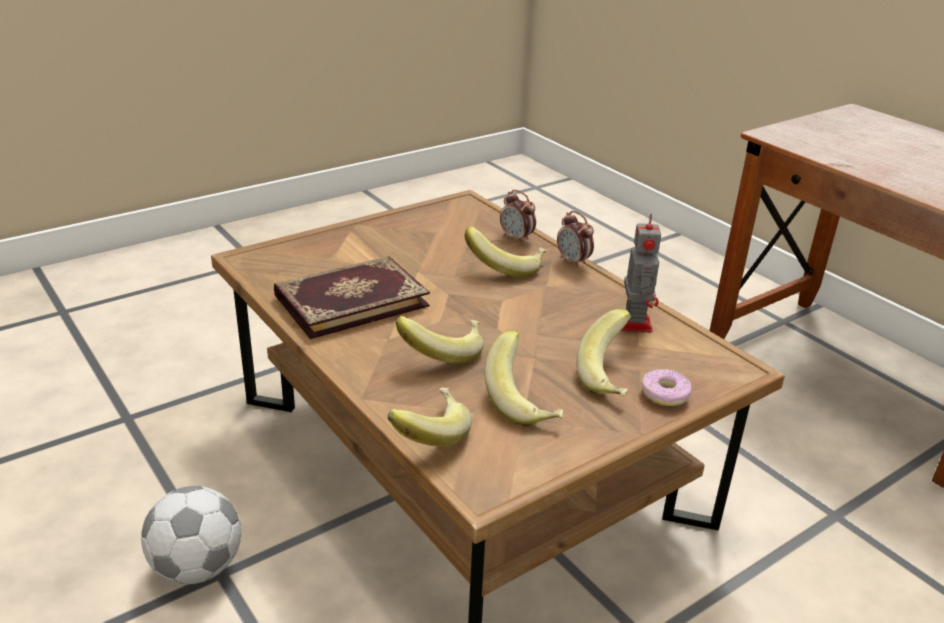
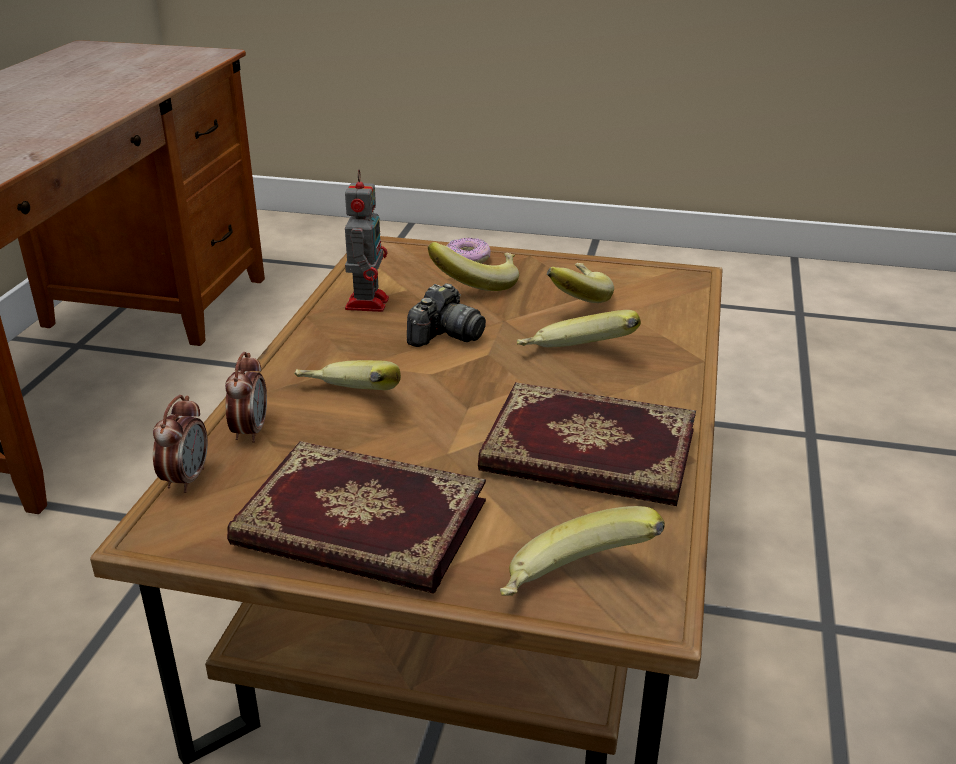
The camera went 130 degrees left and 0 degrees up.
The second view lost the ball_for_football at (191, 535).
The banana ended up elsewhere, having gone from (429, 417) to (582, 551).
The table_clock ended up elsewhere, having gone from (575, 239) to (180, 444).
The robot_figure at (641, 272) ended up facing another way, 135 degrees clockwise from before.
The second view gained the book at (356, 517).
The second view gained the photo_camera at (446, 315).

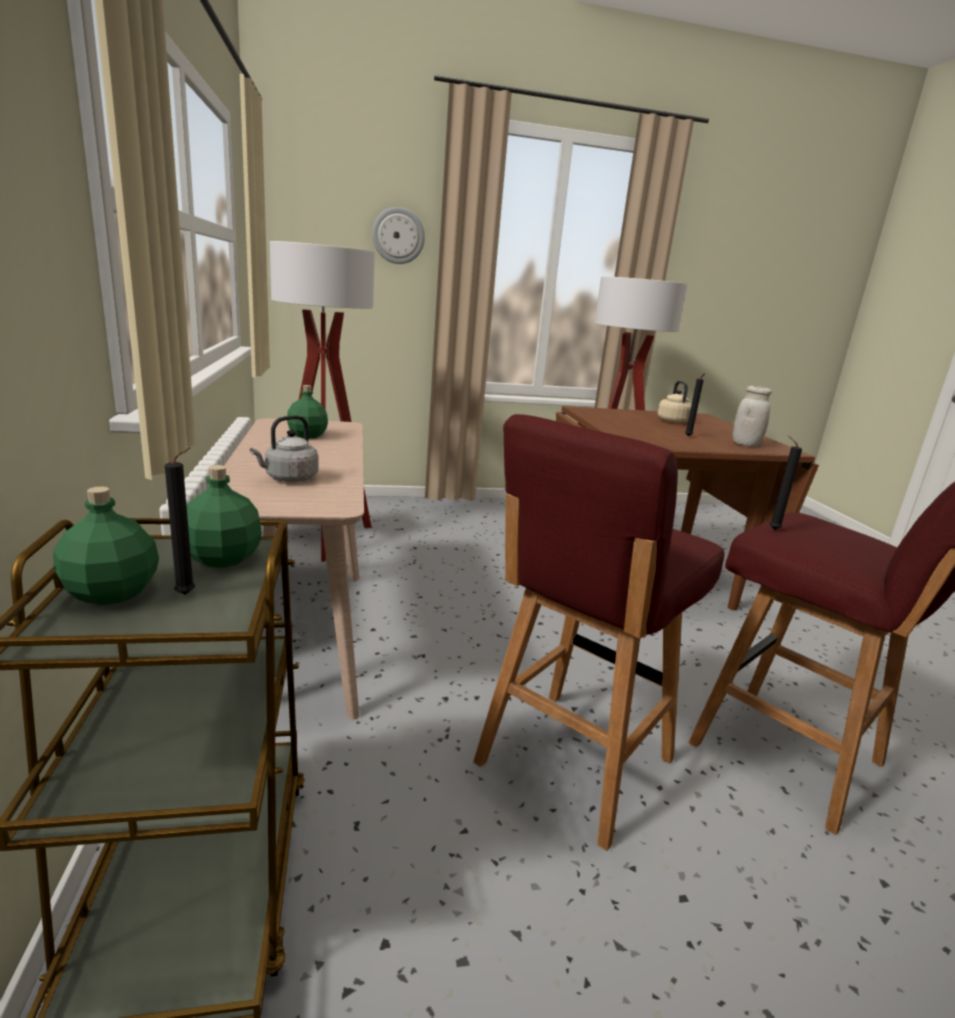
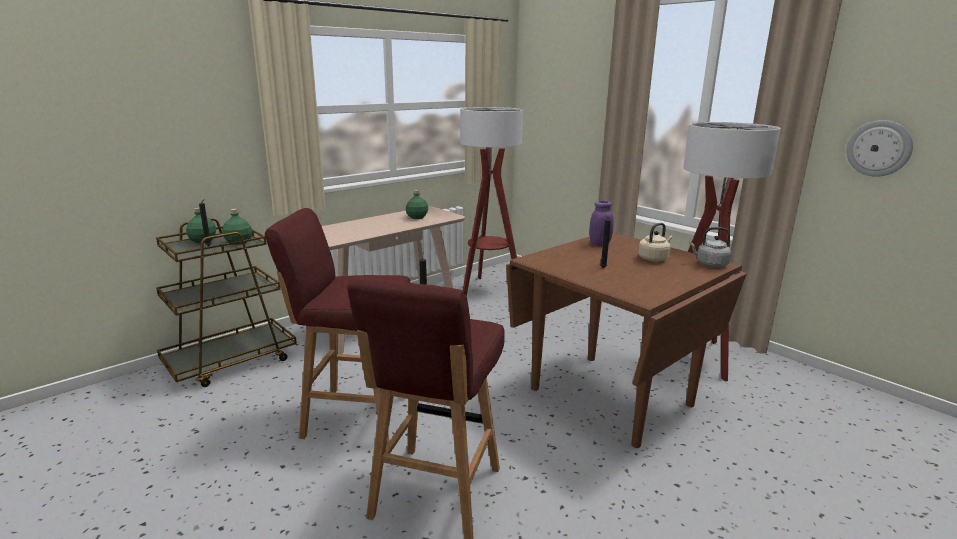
The camera went 60 degrees right and 0 degrees up.
The grey_water_kettle ended up elsewhere, having gone from (284, 448) to (710, 247).
The wall_clock ended up elsewhere, having gone from (398, 235) to (880, 148).
The second view lost the whitish_jar at (752, 416).
The second view gained the purplish_jar at (601, 223).

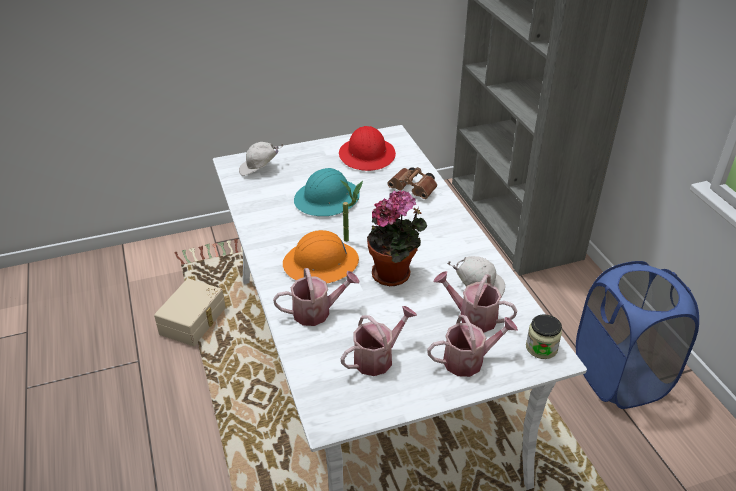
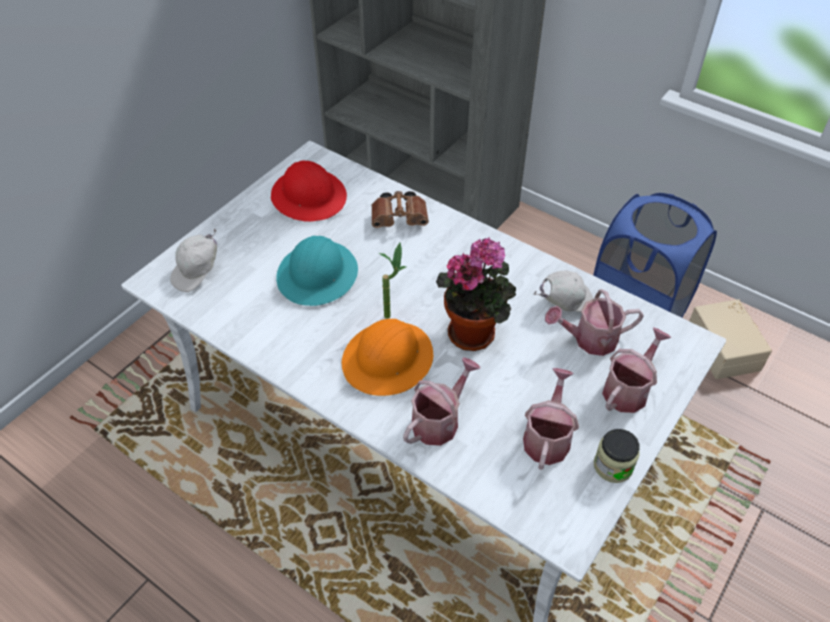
The camera went 35 degrees left and 10 degrees up.
The beige_storage_box ended up elsewhere, having gone from (190, 312) to (730, 339).
The jar ended up elsewhere, having gone from (544, 336) to (617, 456).

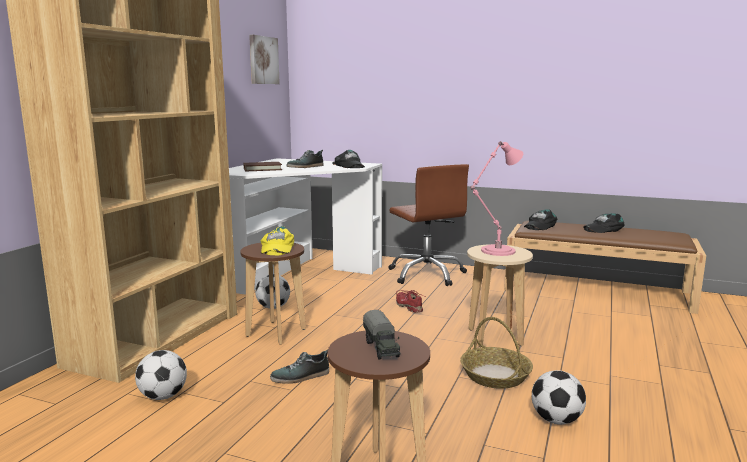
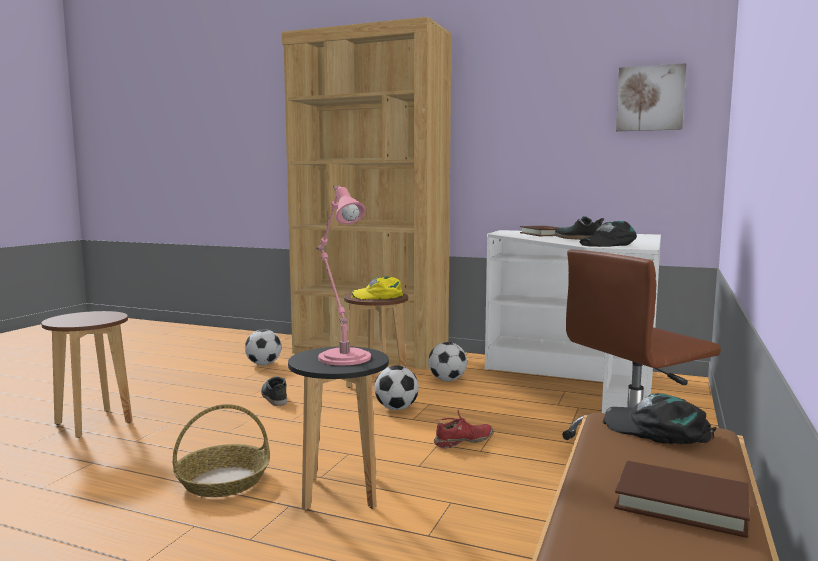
The camera went 90 degrees right and 5 degrees down.
The second view lost the toy_lorry at (382, 334).
What was the beige_stool at (500, 295) turned into the black_stool at (338, 428).
The ball_for_football ended up elsewhere, having gone from (559, 397) to (397, 387).
Where the black_peaked_cap stood at (604, 223), the brown_book came to stand at (682, 499).

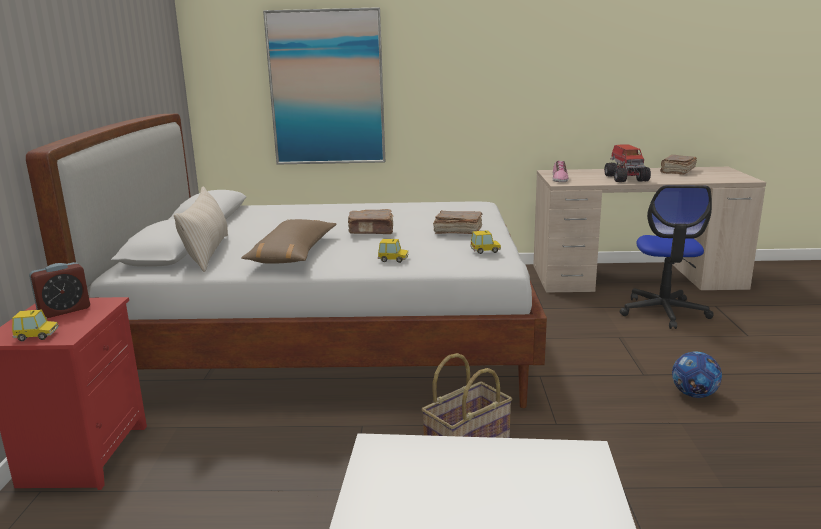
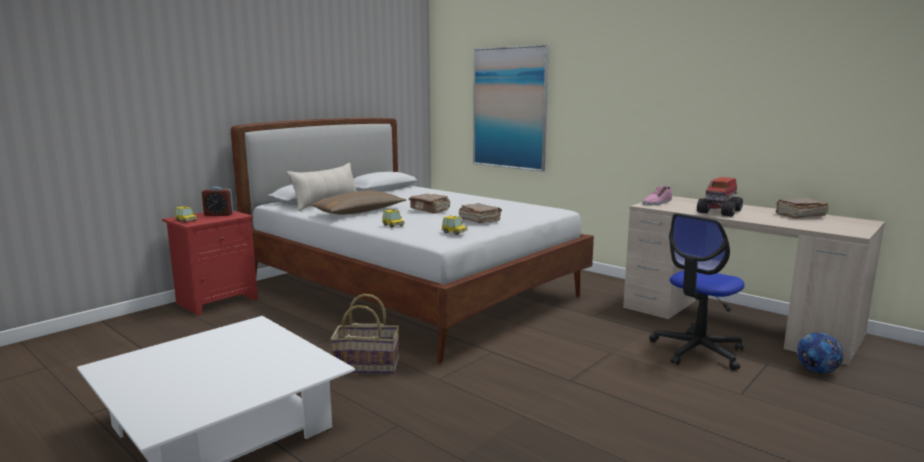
The camera went 40 degrees right and 5 degrees down.
The ball_for_football ended up elsewhere, having gone from (697, 374) to (820, 353).

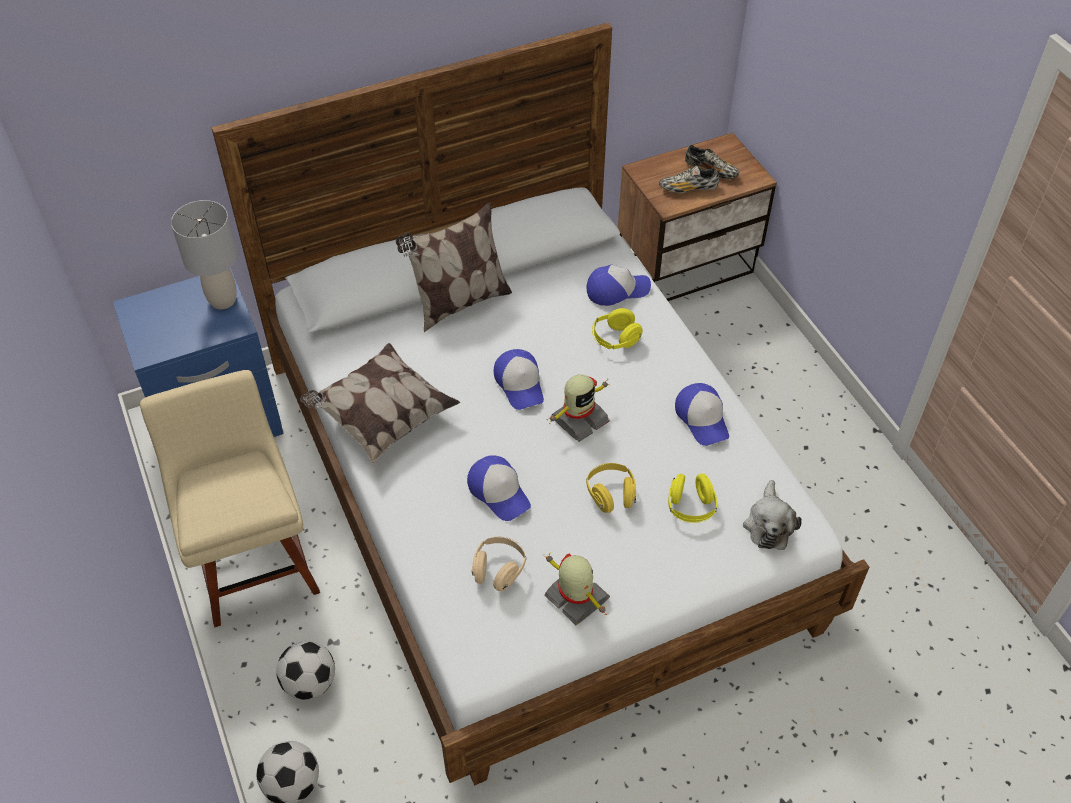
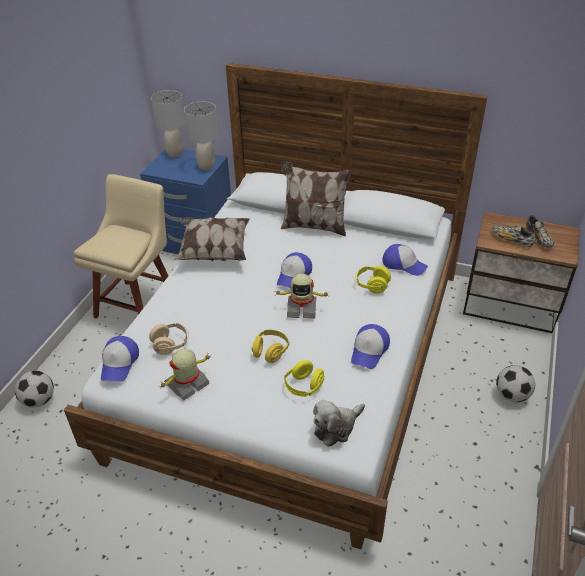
The camera went 45 degrees right and 10 degrees down.
The ball_for_football ended up elsewhere, having gone from (305, 670) to (515, 383).
The peaked_cap ended up elsewhere, having gone from (499, 488) to (120, 359).
The robot_figure at (577, 588) ended up facing another way, 135 degrees counterclockwise from before.
The second view gained the grey_lamp_for_a_table at (168, 124).

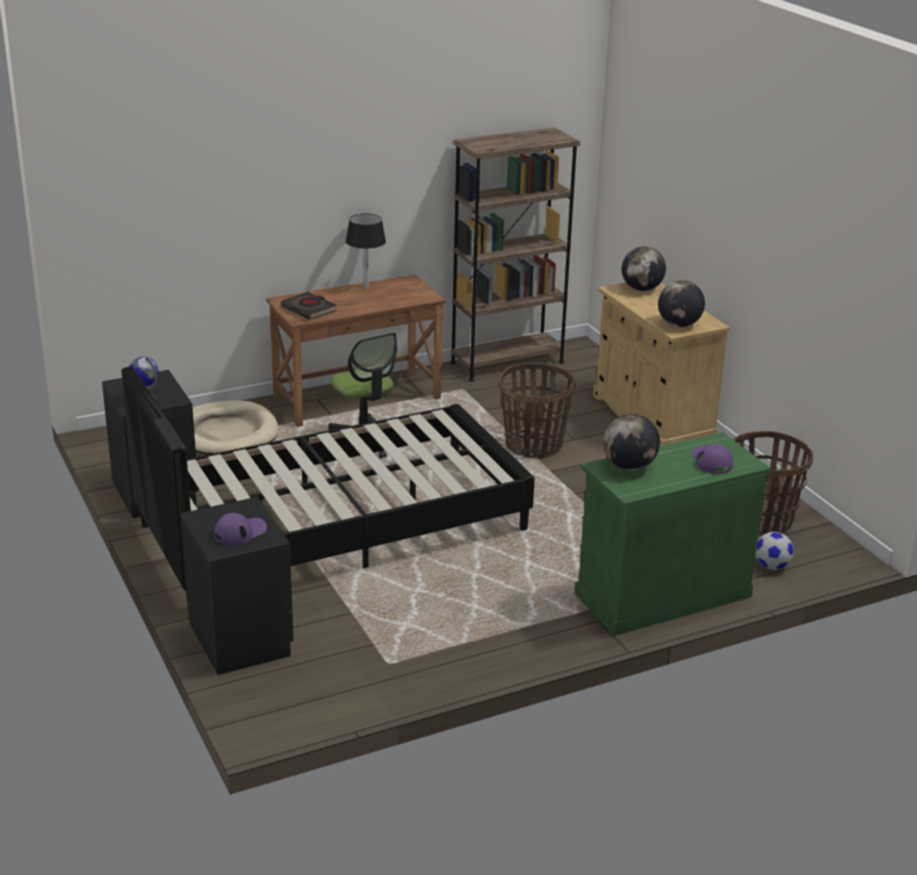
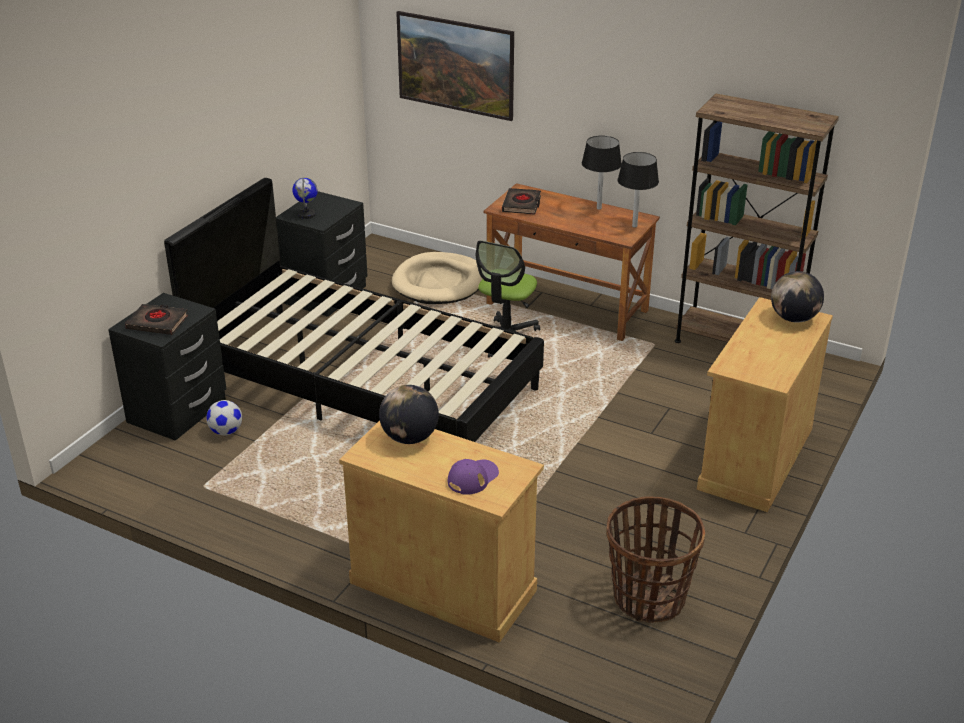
The camera went 55 degrees right and 5 degrees up.
Where the purplish_peaked_cap stood at (240, 529), the black_book came to stand at (156, 319).
The second view lost the household_basket at (537, 410).
What was the greenish_storage_cabinet at (673, 534) turned into the beige_storage_cabinet at (441, 531).
The second view lost the desk_globe at (681, 303).
The ball_for_football ended up elsewhere, having gone from (775, 551) to (224, 417).
The second view gained the wall_art at (455, 66).
The second view gained the black_lamp_for_a_table at (638, 190).

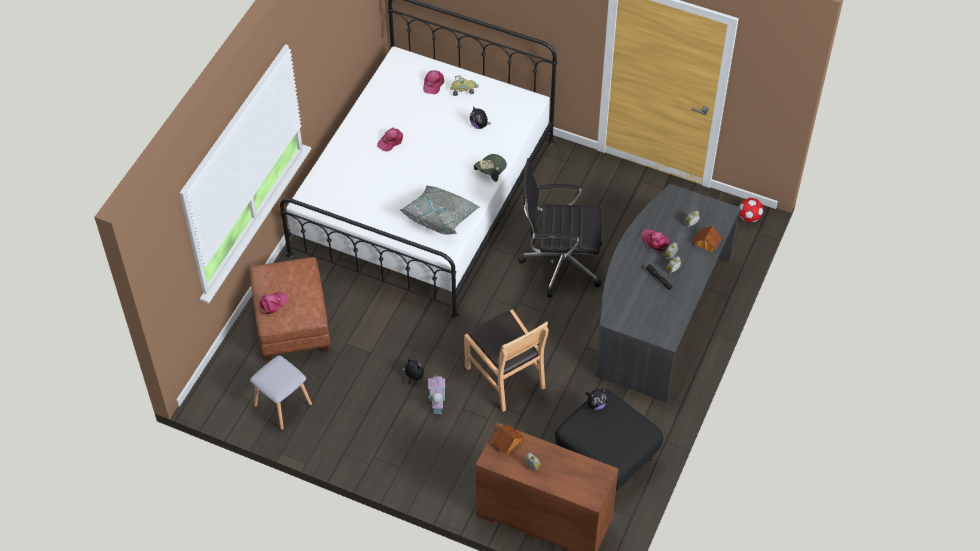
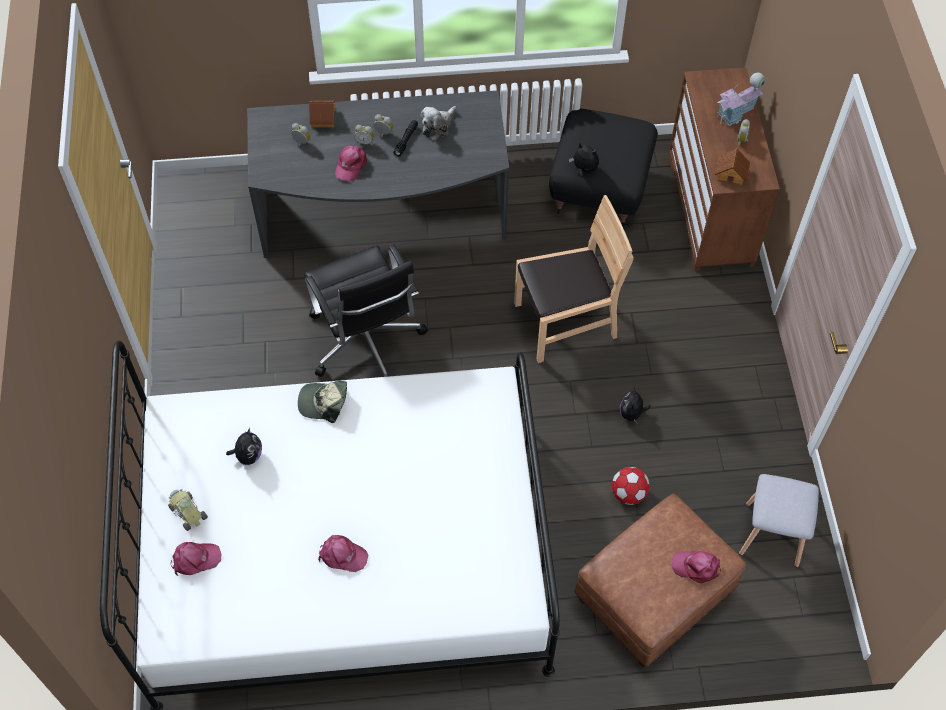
The camera went 120 degrees left and 5 degrees up.
The second view lost the grey_cushion at (439, 210).
The model_house ended up elsewhere, having gone from (436, 394) to (741, 99).
The brown_plain_chair at (506, 360) ended up facing another way, 45 degrees clockwise from before.
The ball_for_football ended up elsewhere, having gone from (751, 210) to (631, 486).
The second view gained the soft_toy at (438, 123).

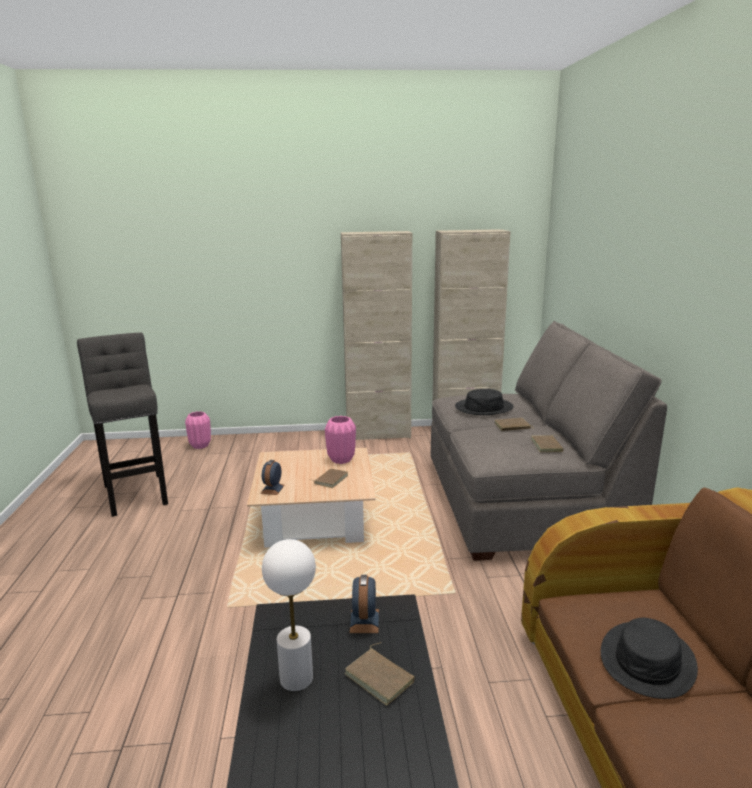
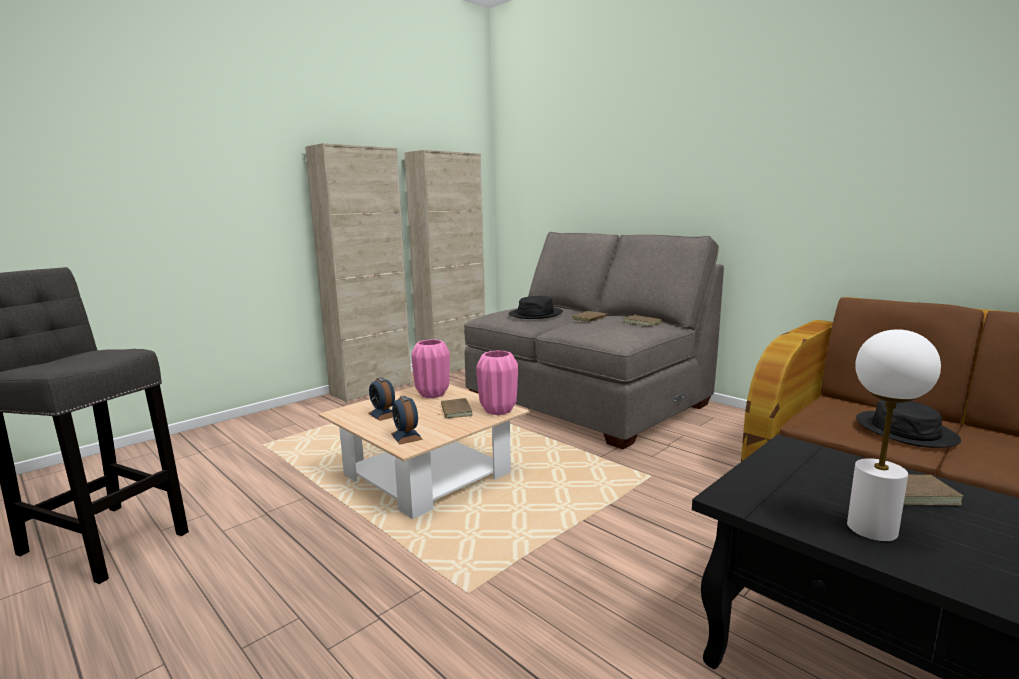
The camera went 40 degrees left and 5 degrees down.
The pinkish_vase ended up elsewhere, having gone from (198, 430) to (497, 382).
The table_clock ended up elsewhere, having gone from (364, 604) to (381, 399).

